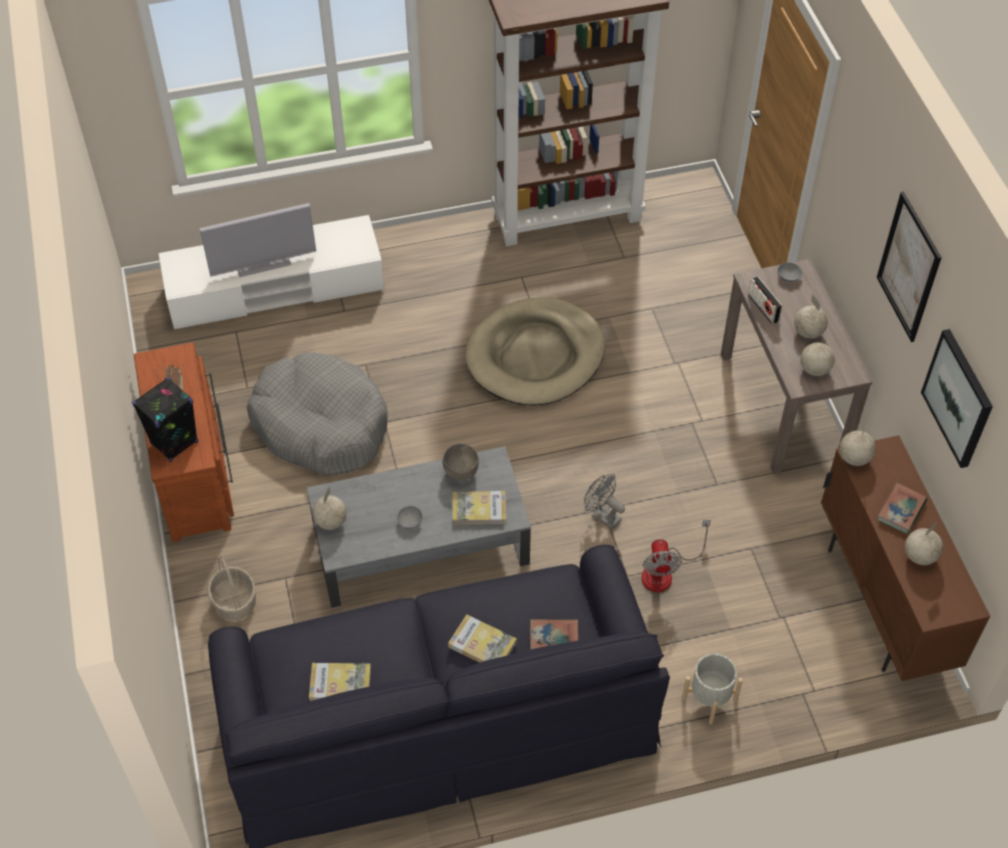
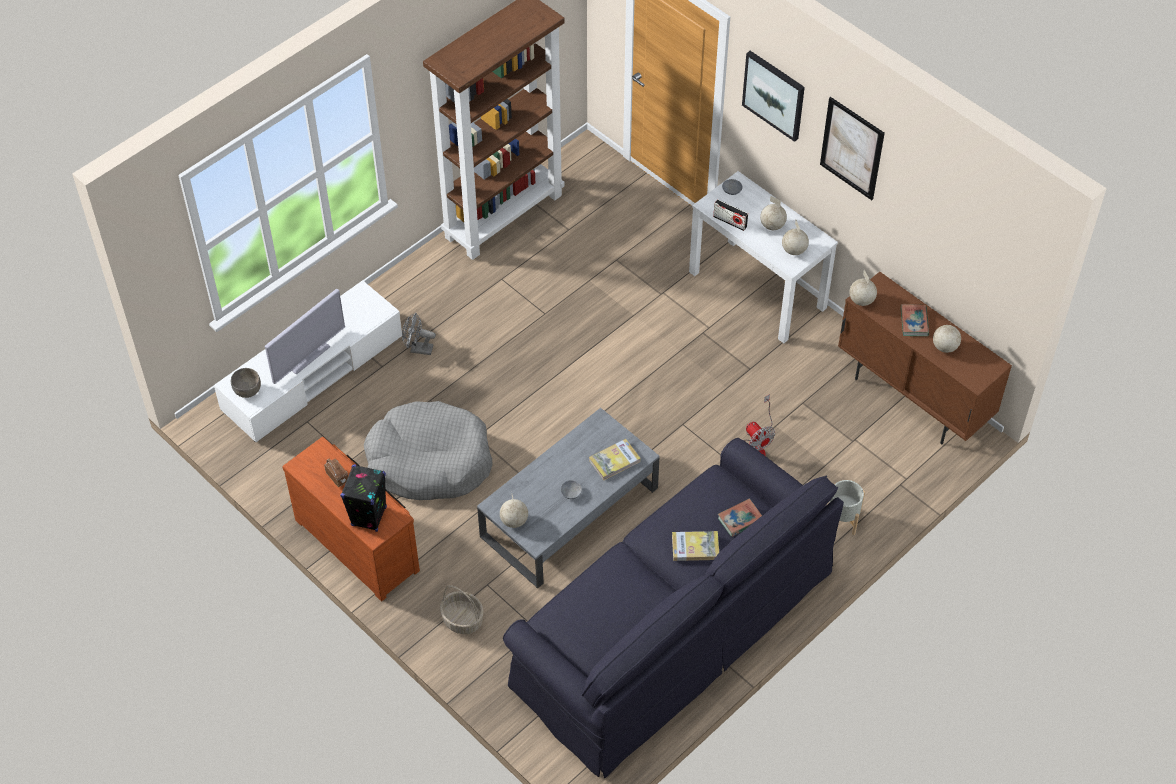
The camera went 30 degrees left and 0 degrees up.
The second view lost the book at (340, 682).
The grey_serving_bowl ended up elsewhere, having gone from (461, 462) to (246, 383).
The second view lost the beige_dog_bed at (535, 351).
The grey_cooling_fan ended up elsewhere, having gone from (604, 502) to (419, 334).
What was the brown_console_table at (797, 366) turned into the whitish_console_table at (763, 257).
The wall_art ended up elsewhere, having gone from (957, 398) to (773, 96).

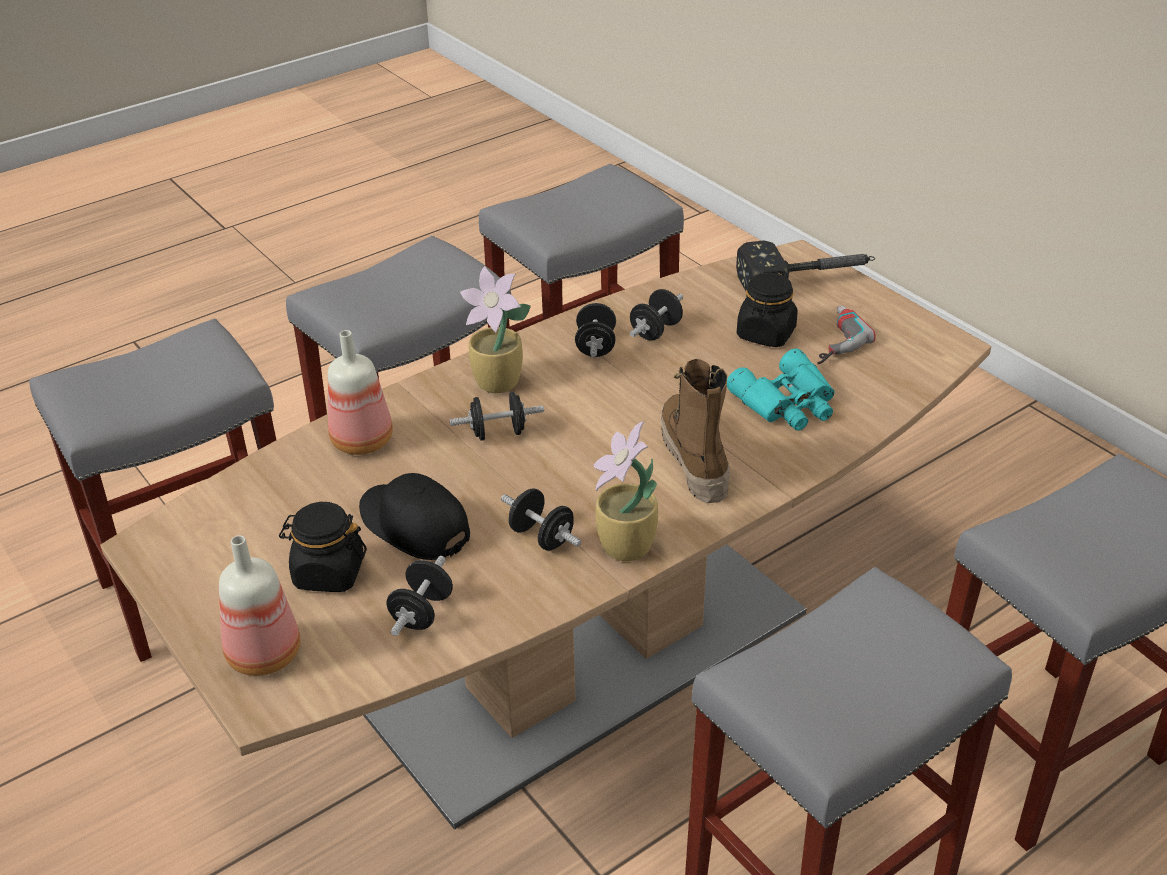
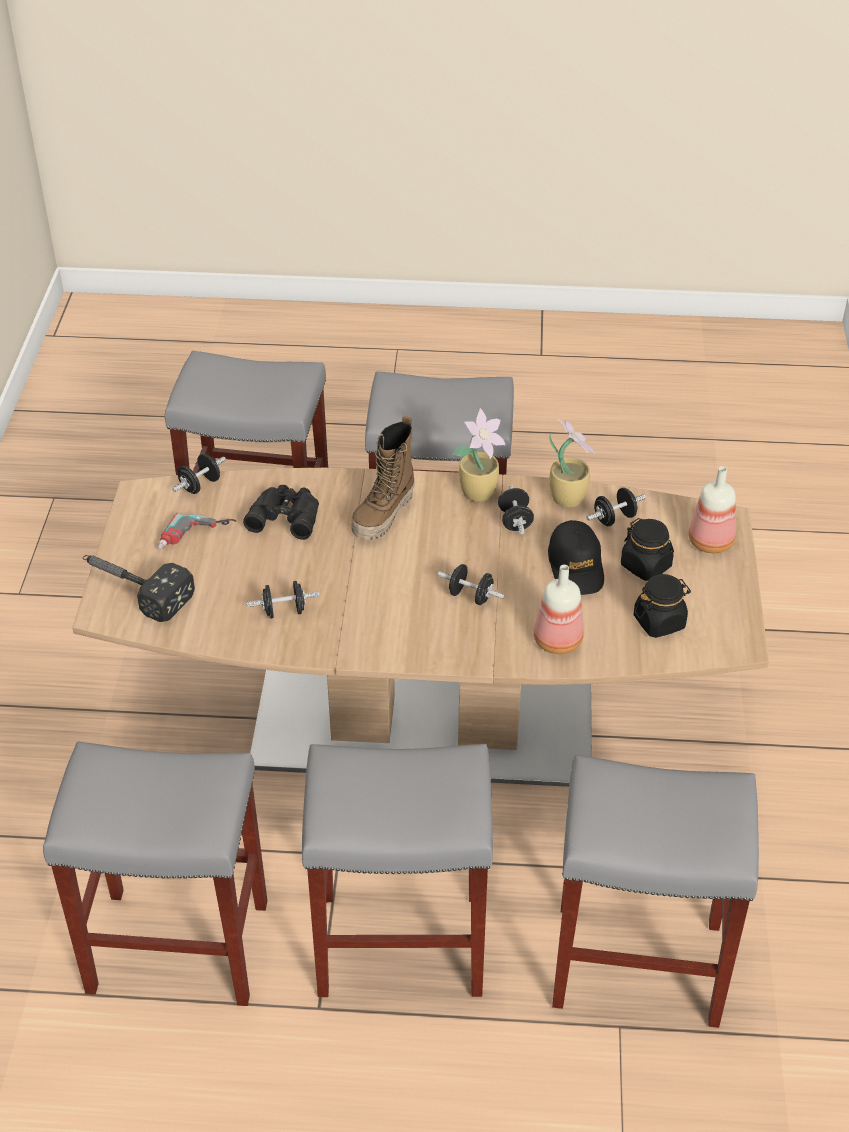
The camera went 140 degrees left and 5 degrees up.
The houseplant ended up elsewhere, having gone from (495, 329) to (572, 463).
The black_hand_weight ended up elsewhere, having gone from (595, 330) to (199, 474).
What was the blue-green_binoculars at (781, 389) turned into the black_binoculars at (281, 512).
The black_jar ended up elsewhere, having gone from (767, 309) to (662, 606).

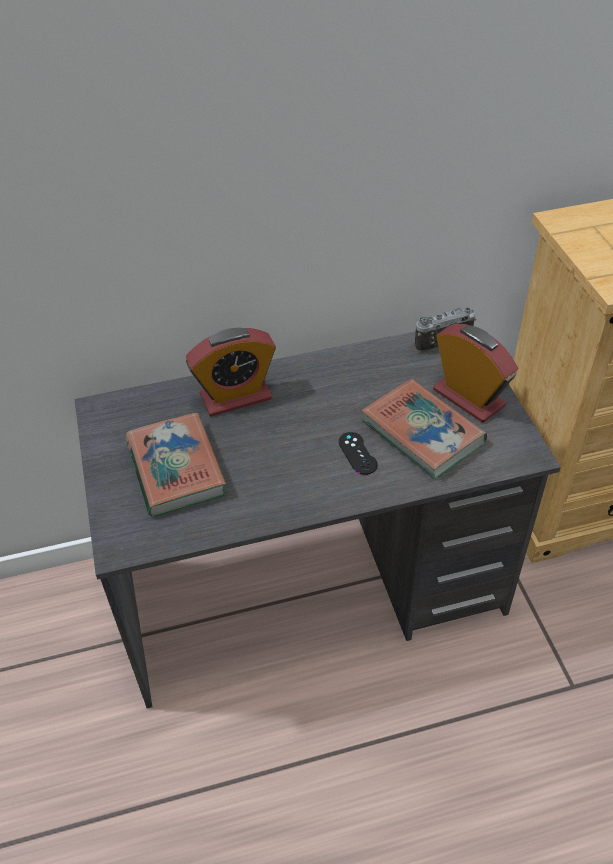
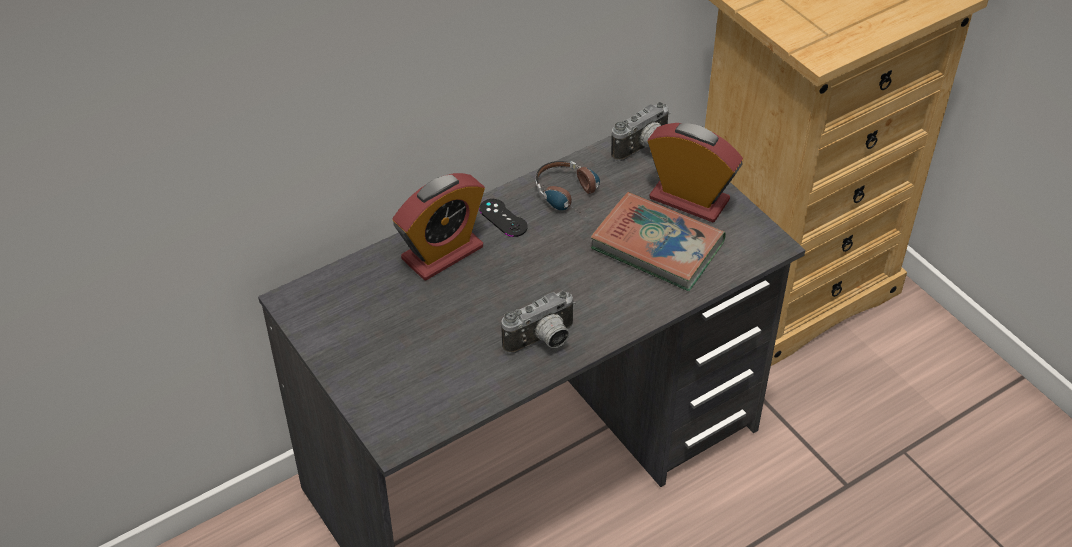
The camera went 20 degrees left and 0 degrees up.
The second view lost the book at (176, 465).
The black_joypad ended up elsewhere, having gone from (358, 453) to (503, 218).
The second view gained the photo_camera at (538, 322).
The second view gained the pair_of_headphones at (568, 188).

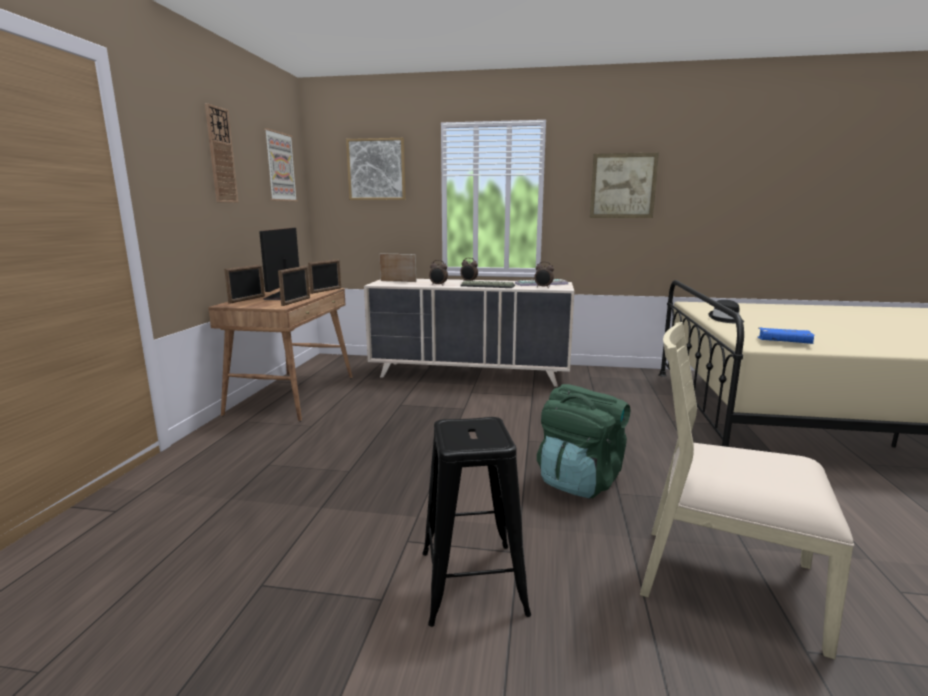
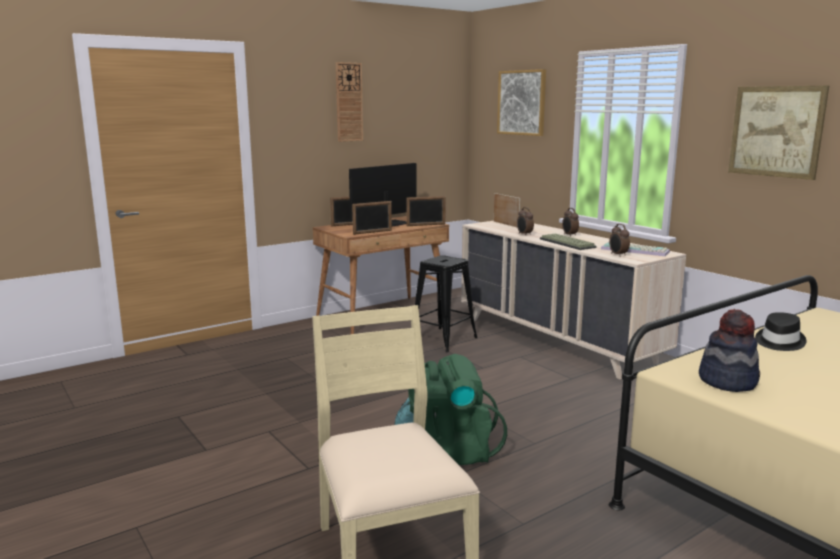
The camera went 45 degrees right and 0 degrees up.
The second view lost the wall_art at (281, 164).
The black_stool ended up elsewhere, having gone from (476, 522) to (446, 303).
Where the blue-coloured_book stood at (785, 336), the hat came to stand at (729, 350).

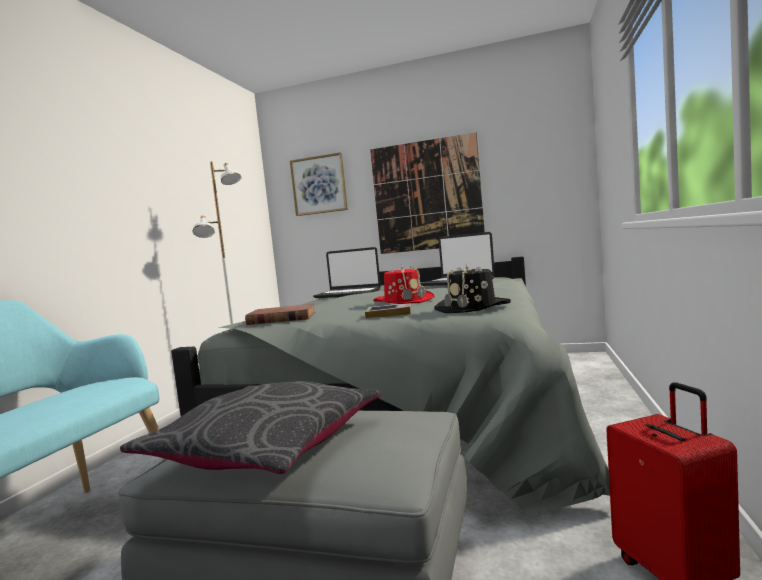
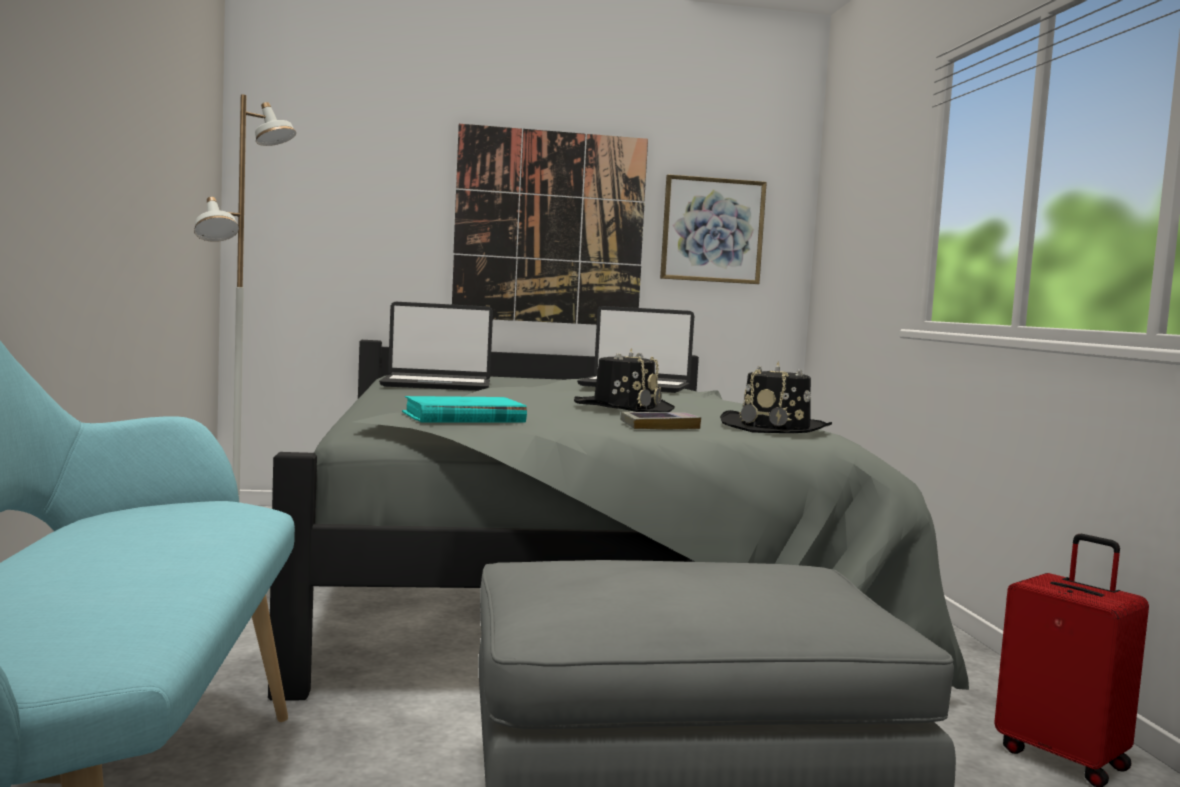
The camera went 25 degrees left and 0 degrees up.
The second view lost the grey_cushion at (250, 427).
What was the brown_book at (280, 314) turned into the blue-green_book at (464, 409).
The wall_art ended up elsewhere, having gone from (319, 184) to (713, 229).
What was the reddish_hat at (403, 284) turned into the black_hat at (624, 380).

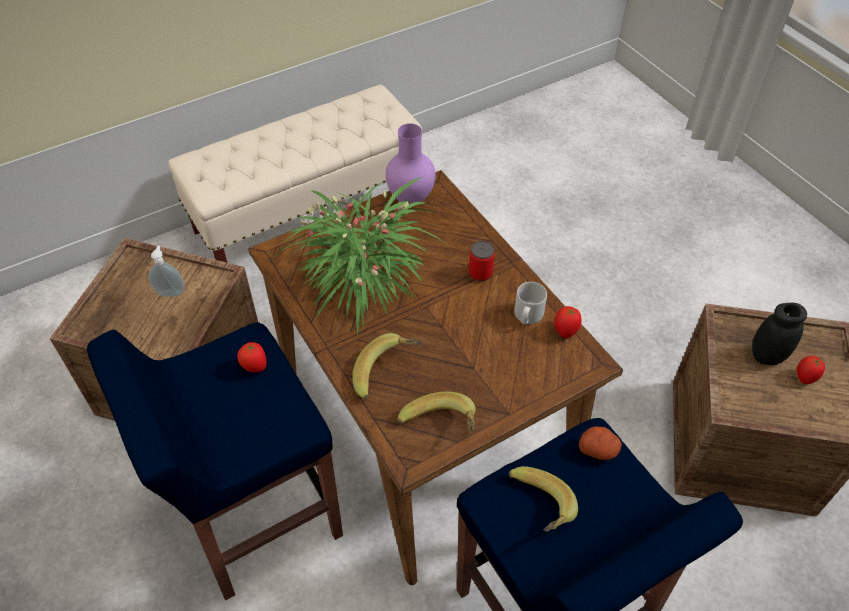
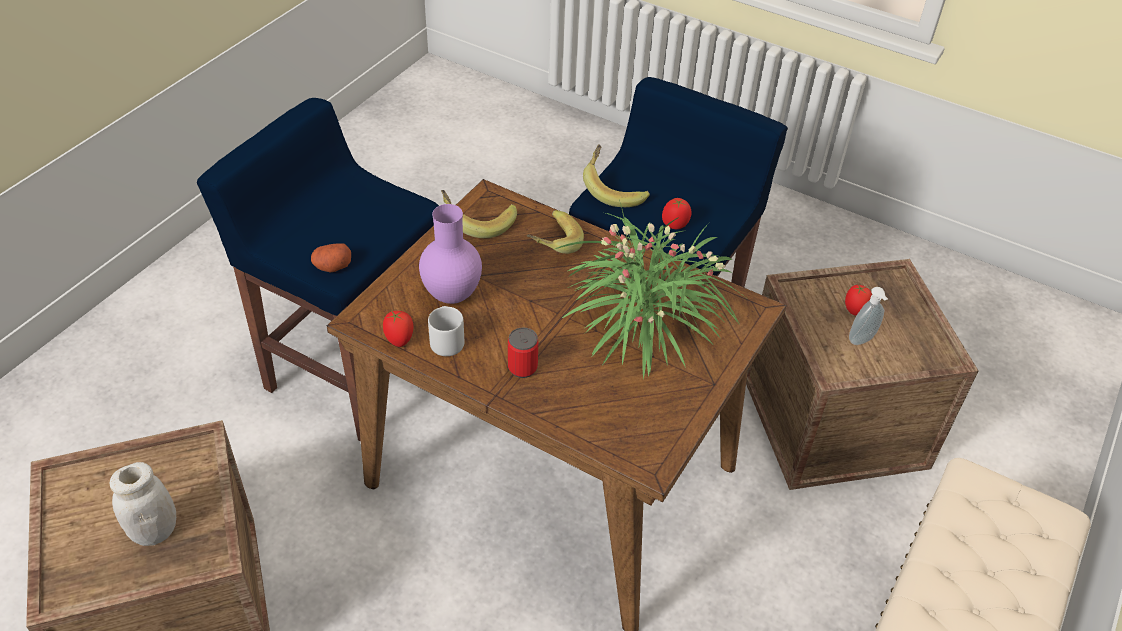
The camera went 150 degrees right and 5 degrees down.
The purplish_vase ended up elsewhere, having gone from (411, 163) to (450, 254).
The banana ended up elsewhere, having gone from (543, 499) to (616, 175).
What was the black_jar at (779, 334) turned into the whitish_jar at (143, 504).
The tomato ended up elsewhere, having gone from (811, 370) to (858, 300).

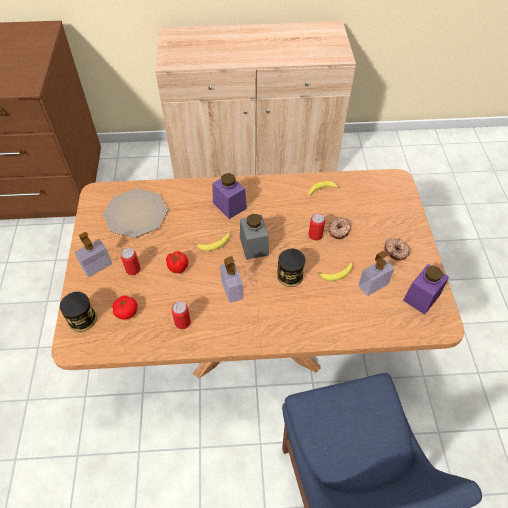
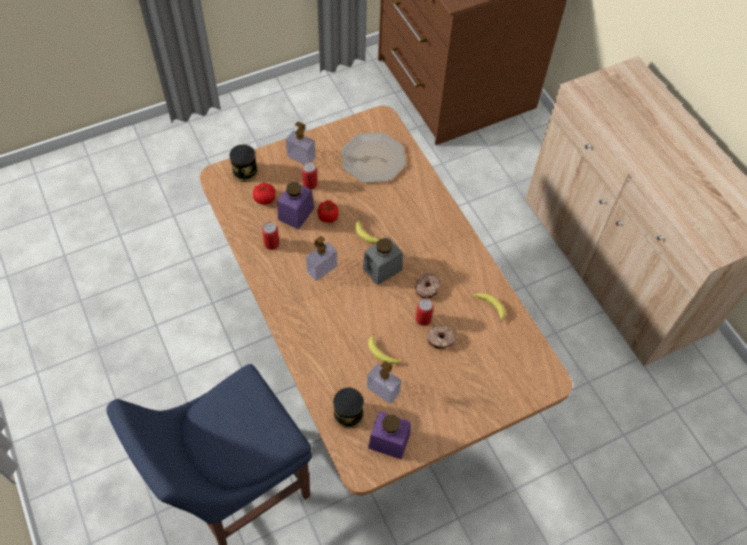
The camera went 65 degrees right and 5 degrees up.
The purplish_jar ended up elsewhere, having gone from (229, 196) to (295, 205).
The metal_can ended up elsewhere, having gone from (291, 267) to (348, 408).
The donut ended up elsewhere, having gone from (397, 249) to (427, 286).

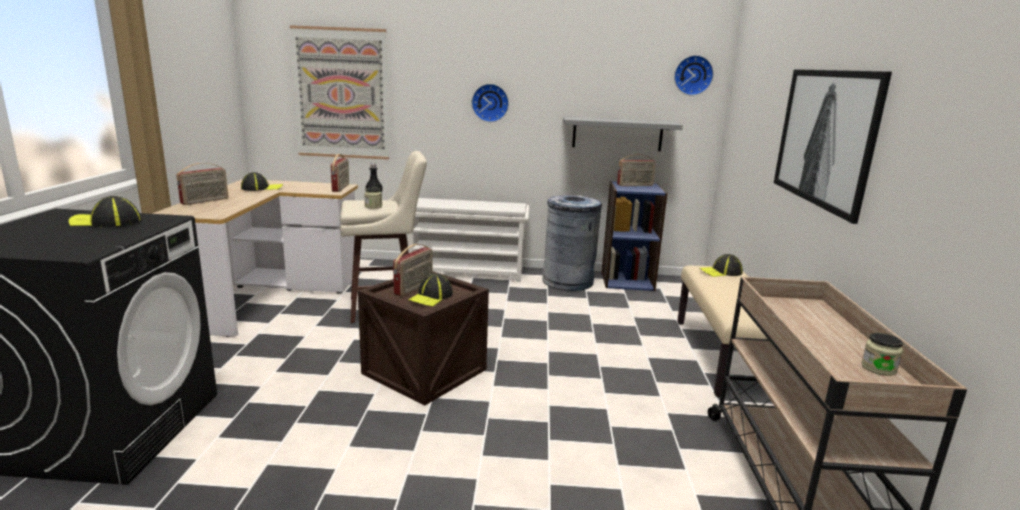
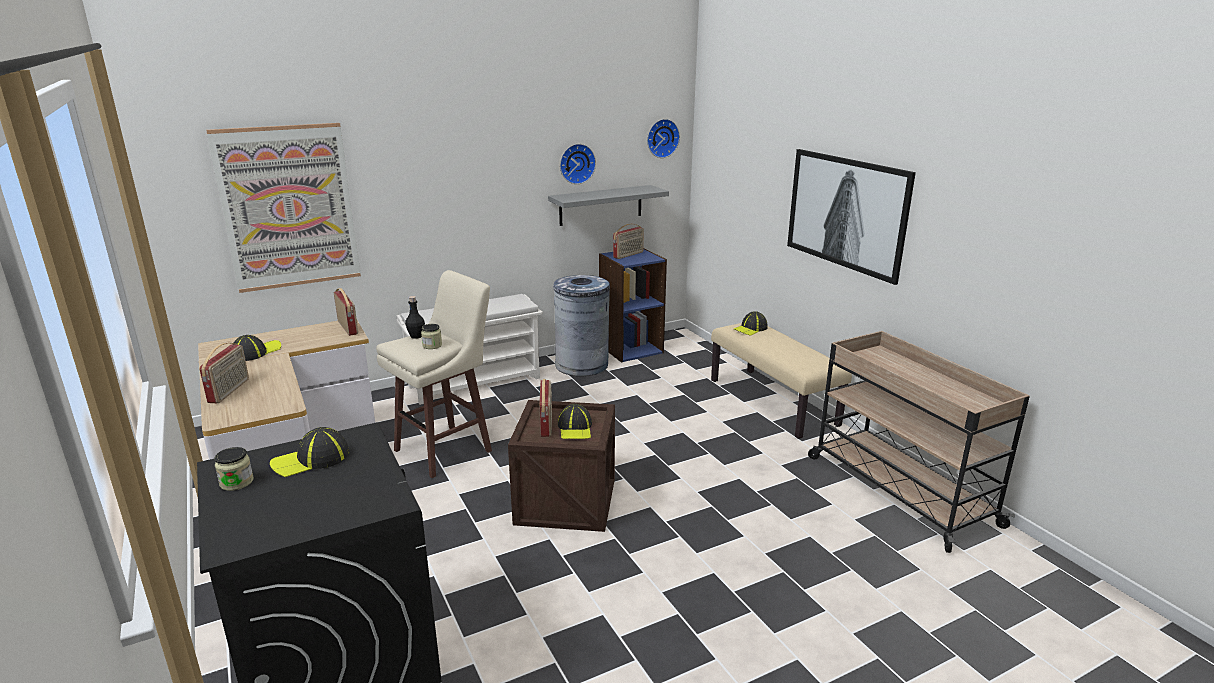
The camera went 30 degrees left and 5 degrees up.
The wall_clock ended up elsewhere, having gone from (490, 103) to (578, 164).
The jar ended up elsewhere, having gone from (882, 354) to (234, 469).

